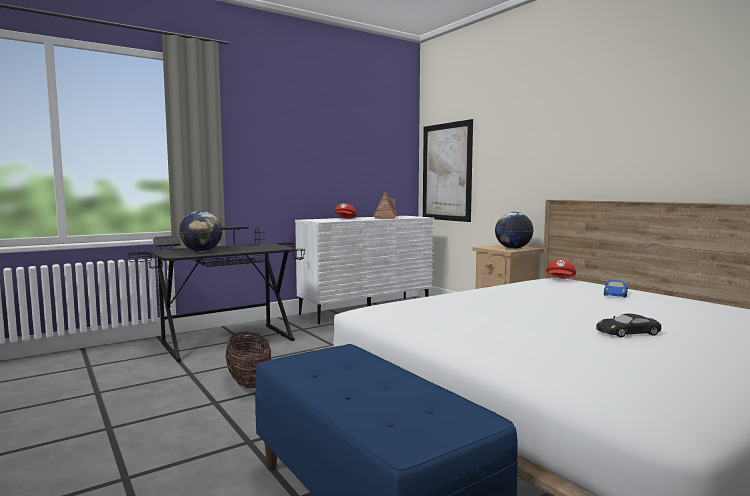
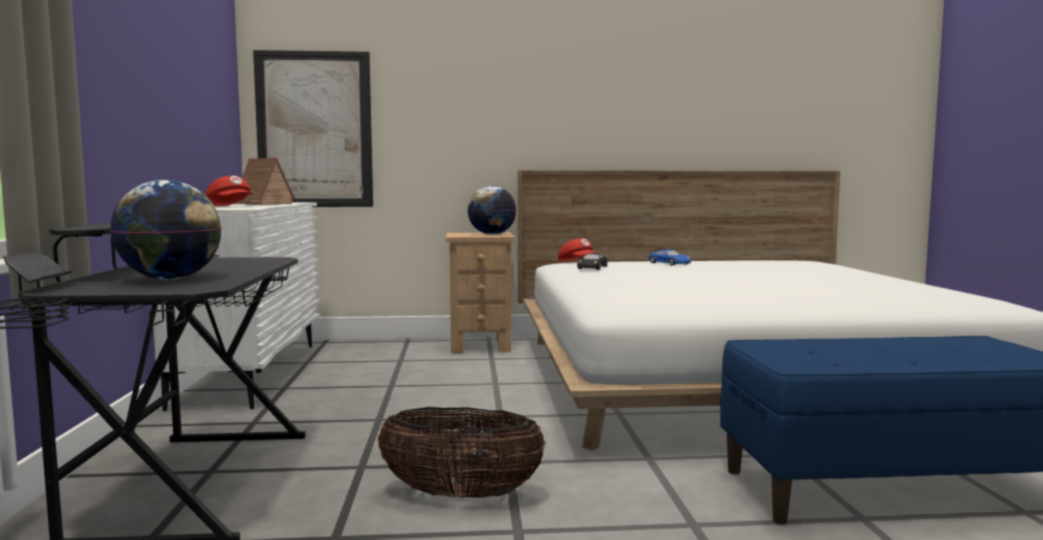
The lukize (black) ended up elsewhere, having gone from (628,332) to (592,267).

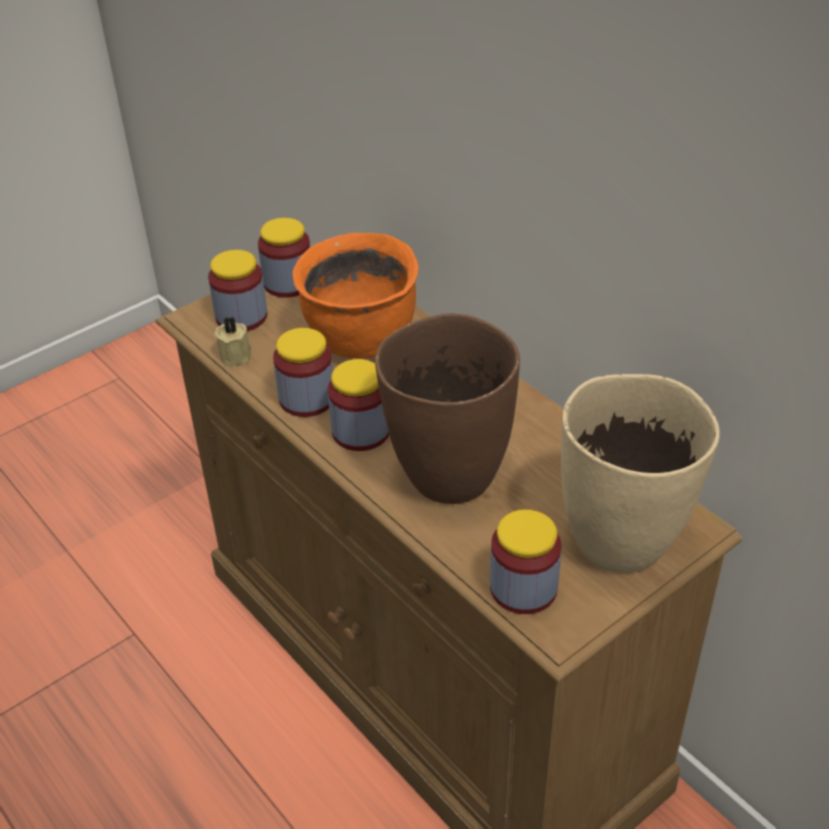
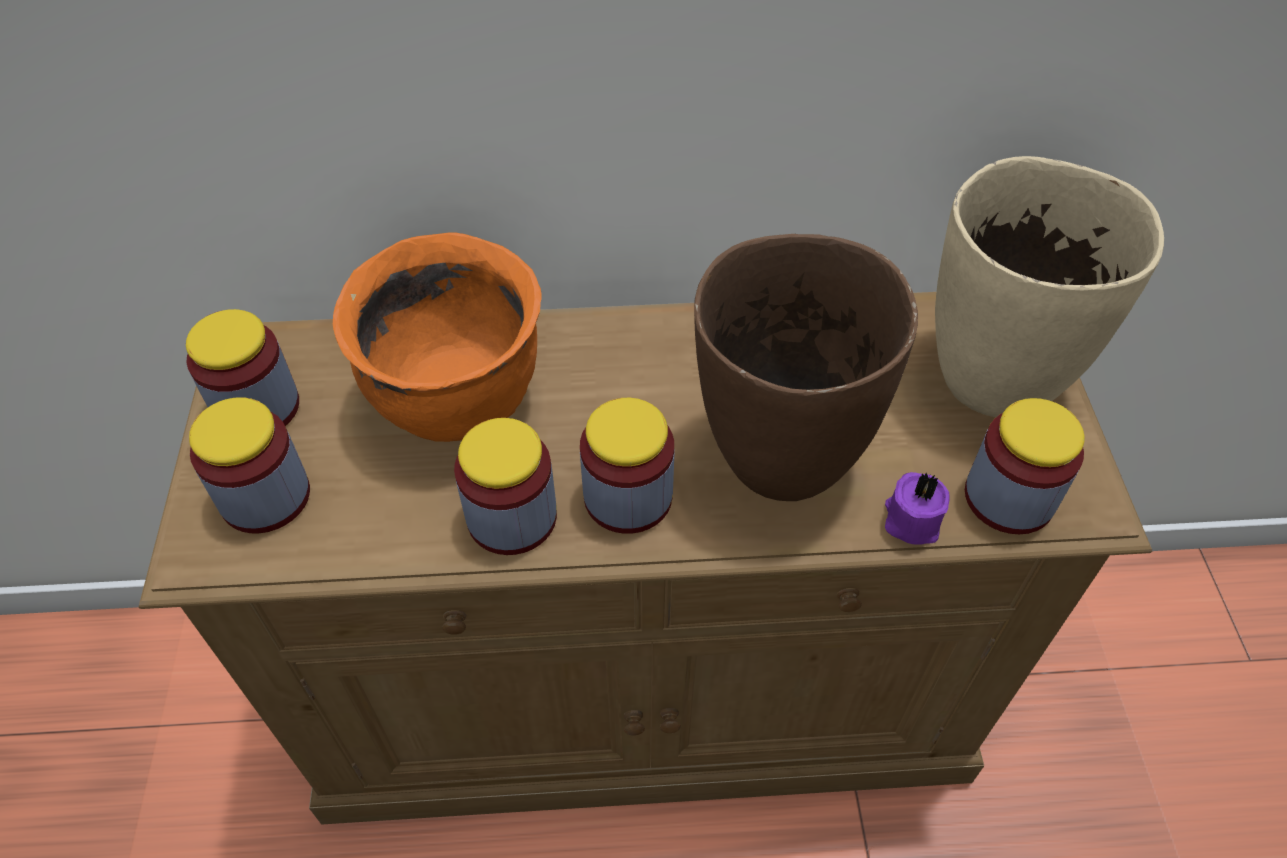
The second view gained the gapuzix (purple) at (911,520).
The second view lost the gapuzix (beige) at (237,355).

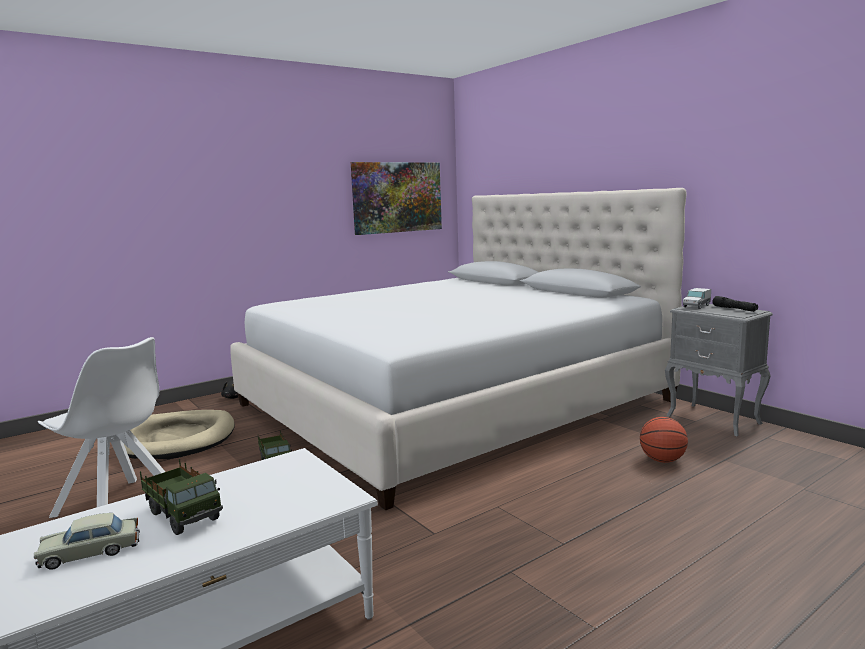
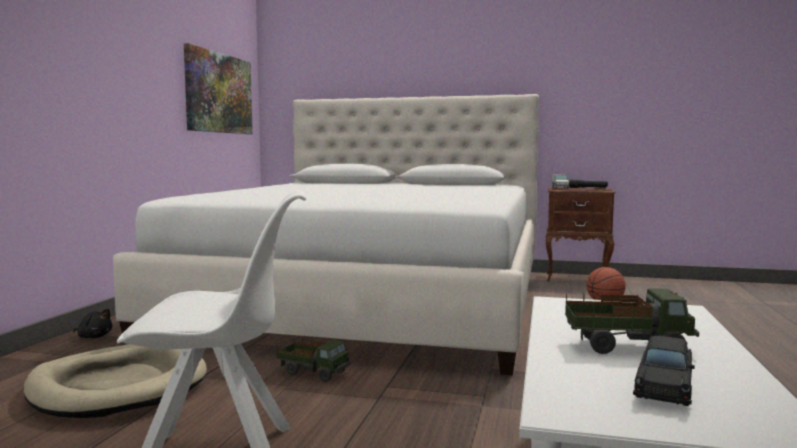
What was the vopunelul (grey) at (714,420) turned into the vopunelul (brown) at (577,279).
What was the lukize (beige) at (90,552) turned into the lukize (black) at (665,386).

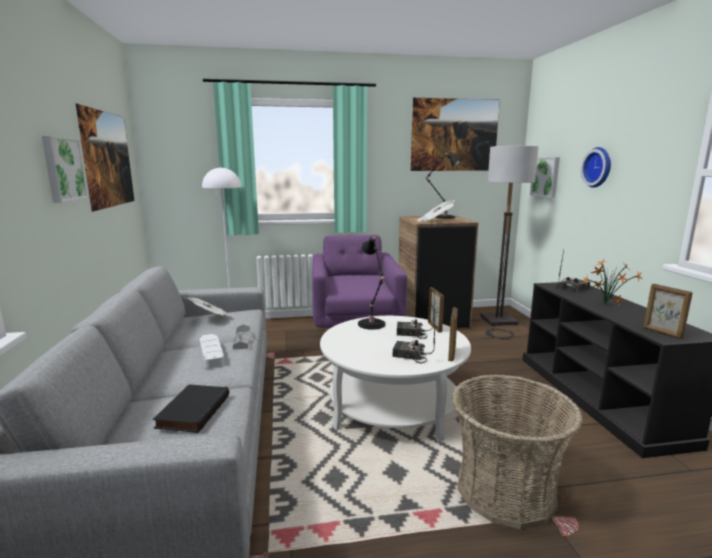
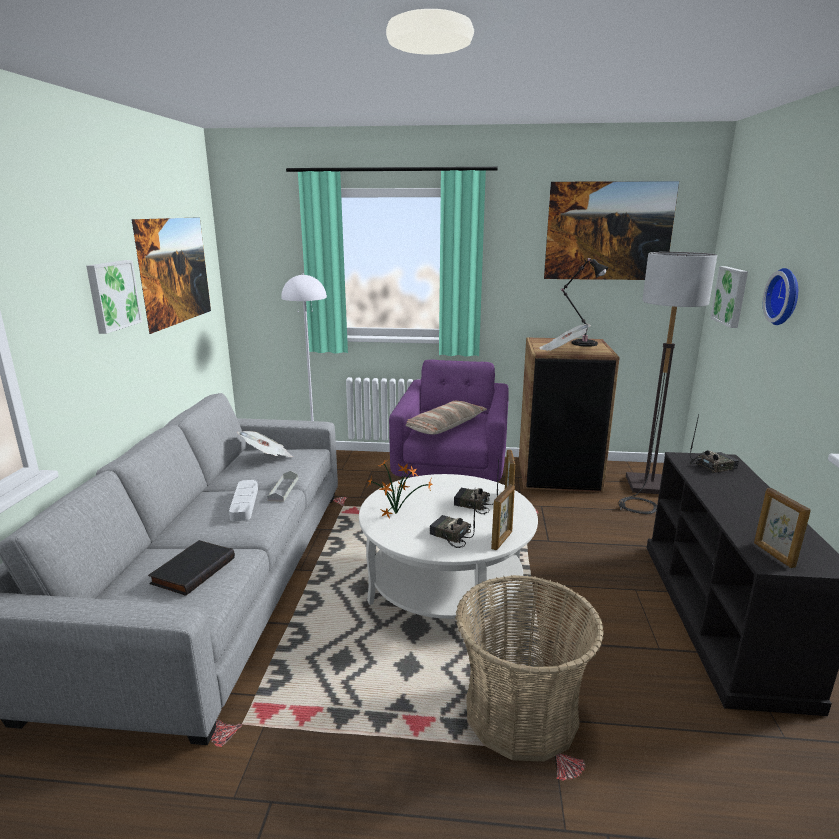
The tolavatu ended up elsewhere, having gone from (604,304) to (397,513).
The second view gained the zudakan at (444,426).
The second view lost the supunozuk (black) at (372,325).

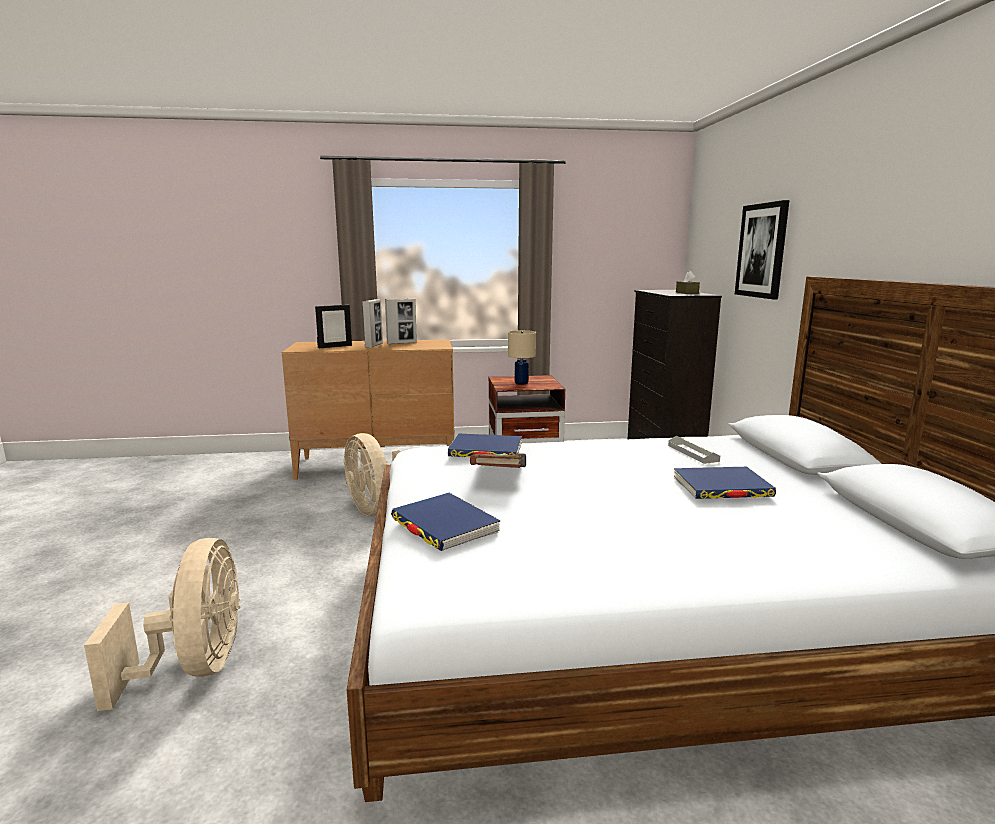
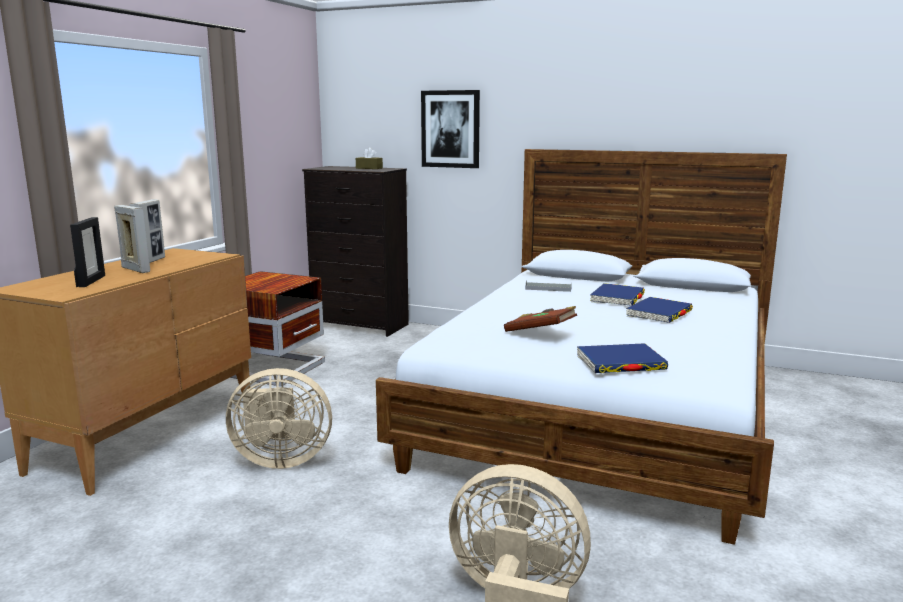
The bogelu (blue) ended up elsewhere, having gone from (485,451) to (659,313).
The second view lost the supunozuk (beige) at (522,383).

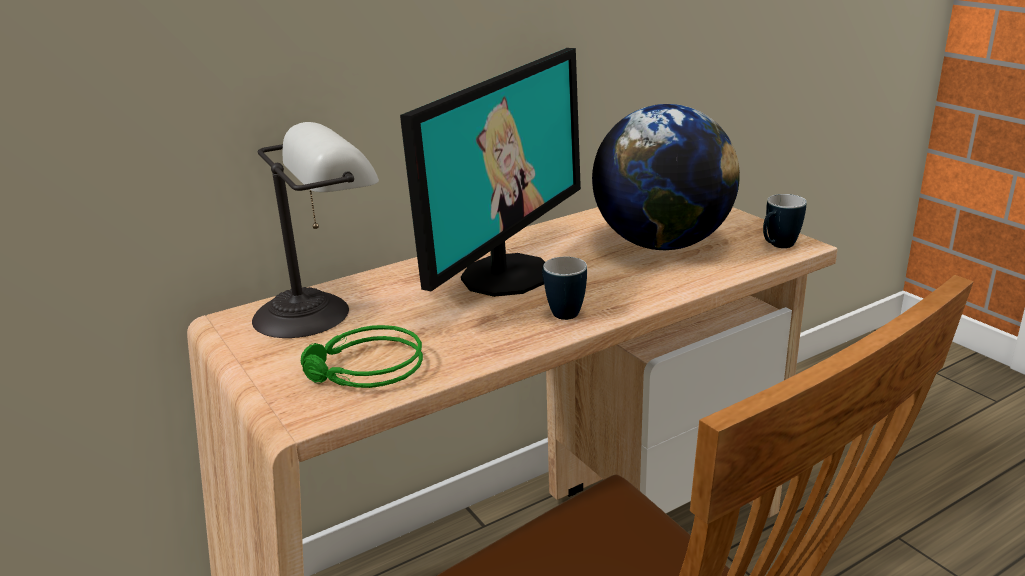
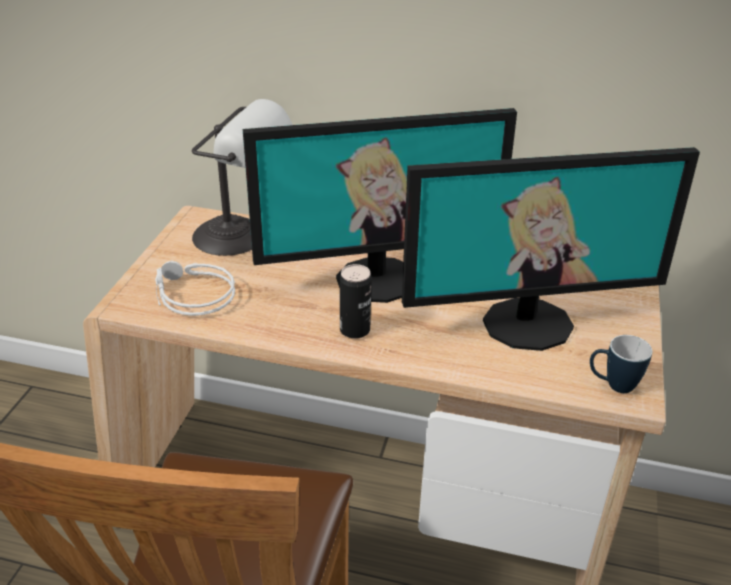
What was the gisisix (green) at (364,371) turned into the gisisix (grey) at (191,296).
Where the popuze stood at (560,311), the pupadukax came to stand at (355,330).
Where the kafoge stood at (662,244), the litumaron came to stand at (527,323).

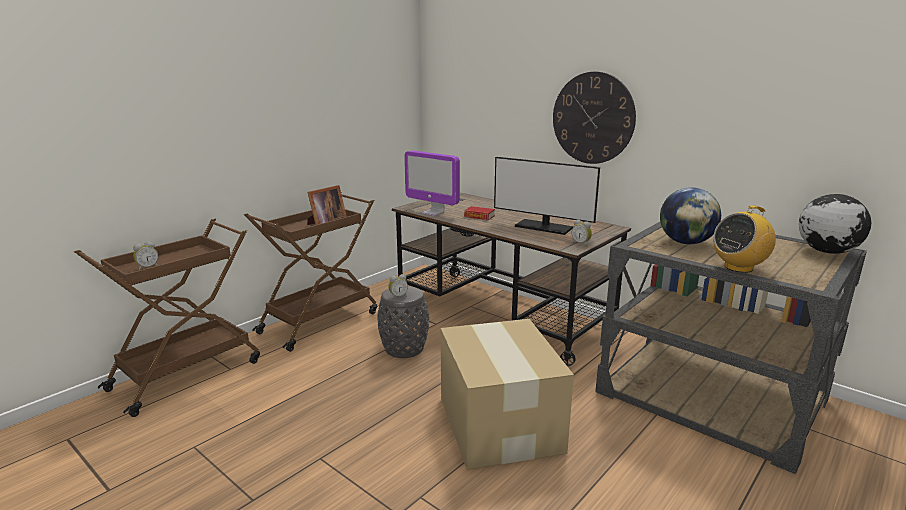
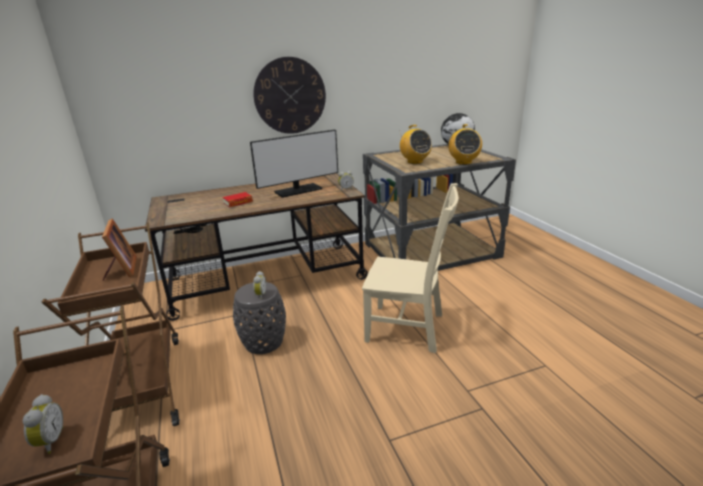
Where the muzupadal stood at (499,425), the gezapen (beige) came to stand at (408,328).
Where the kafoge stood at (686,242), the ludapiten came to stand at (414,162).
The second view lost the litumaron at (433,212).

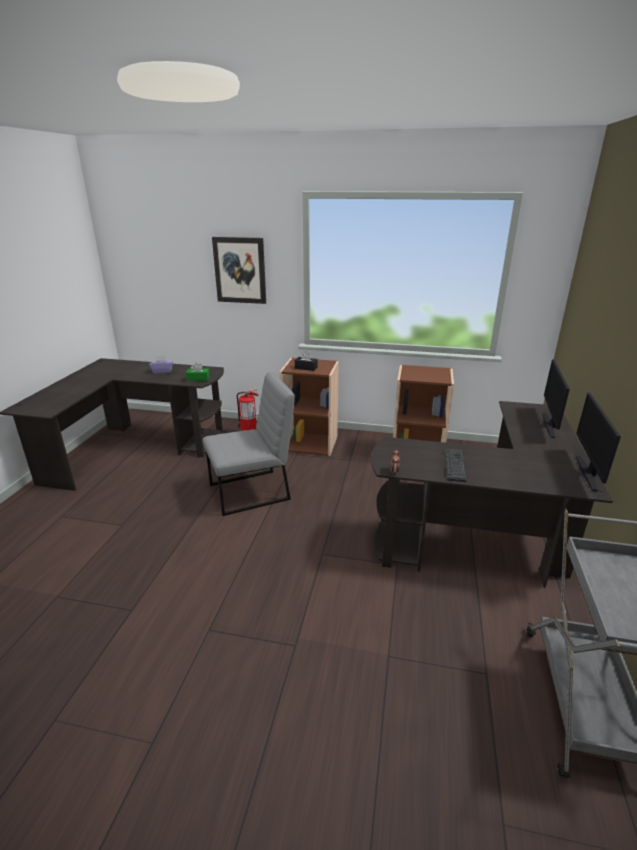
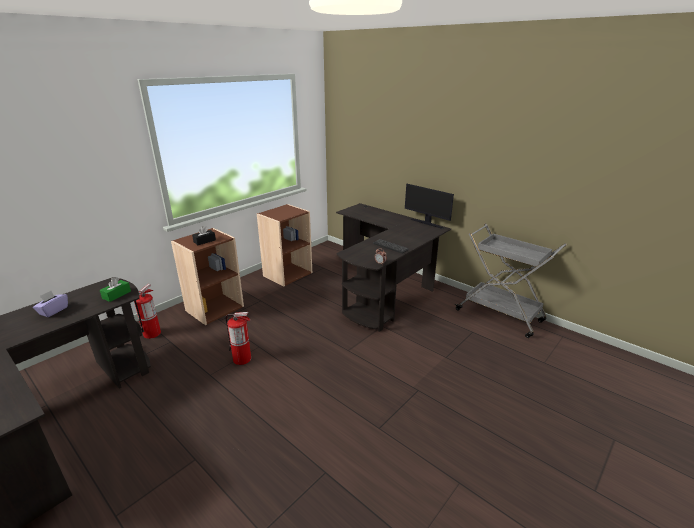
Where the gezapen (grey) stood at (252,491), the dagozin came to stand at (242,359).
The second view lost the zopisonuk at (240,270).
The second view lost the litumaron at (550,425).

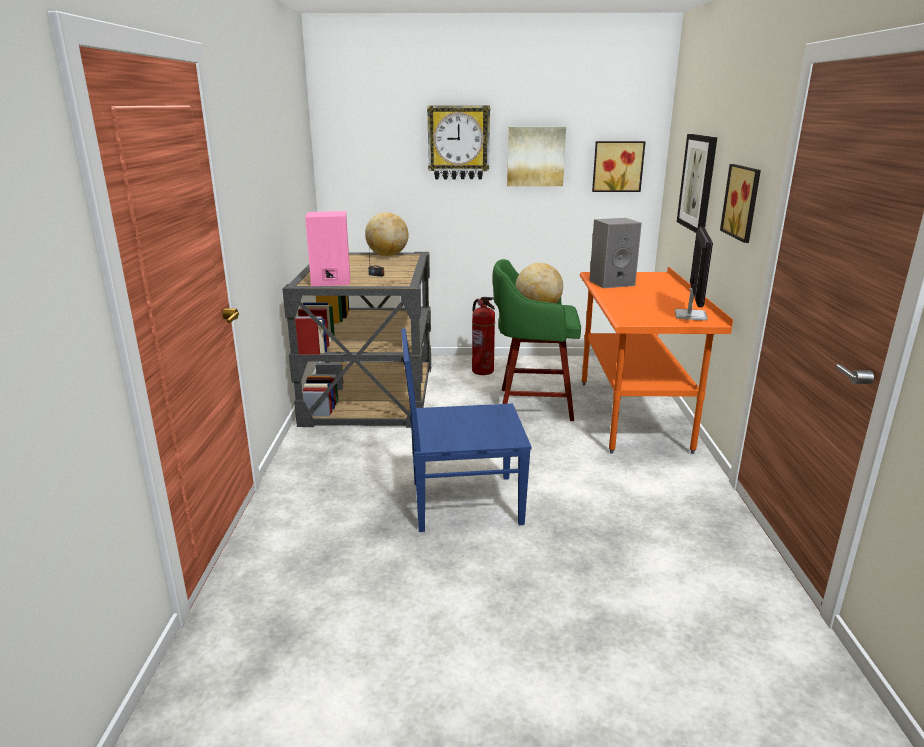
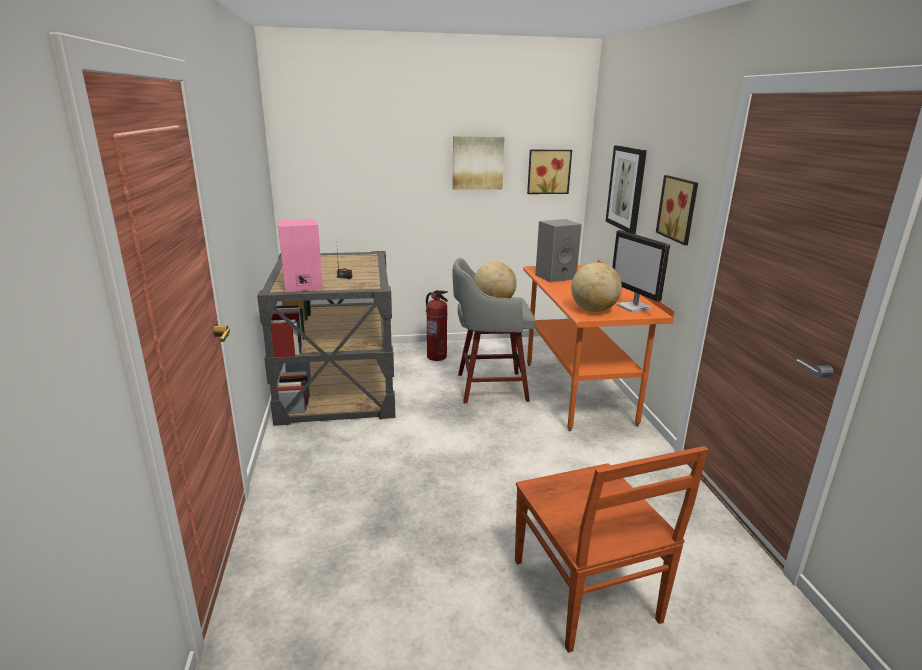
What was the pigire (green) at (532,404) turned into the pigire (grey) at (489,387).
The second view gained the gezapen (brown) at (586,593).
The kafoge ended up elsewhere, having gone from (387,255) to (593,310).
The litumaron at (690,315) ended up facing another way, 150 degrees clockwise from before.
The second view lost the gezapen (blue) at (462,502).
The second view lost the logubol at (458,142).

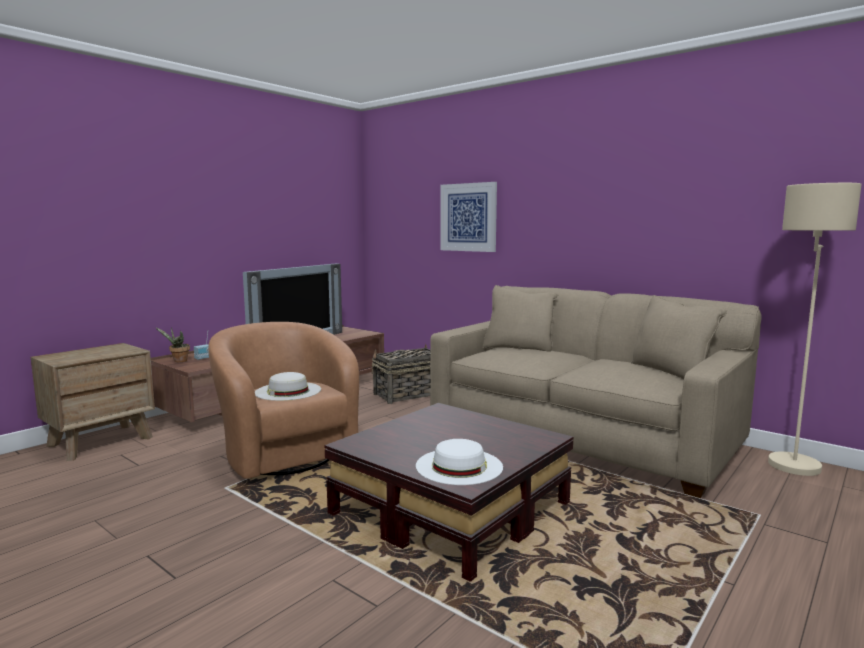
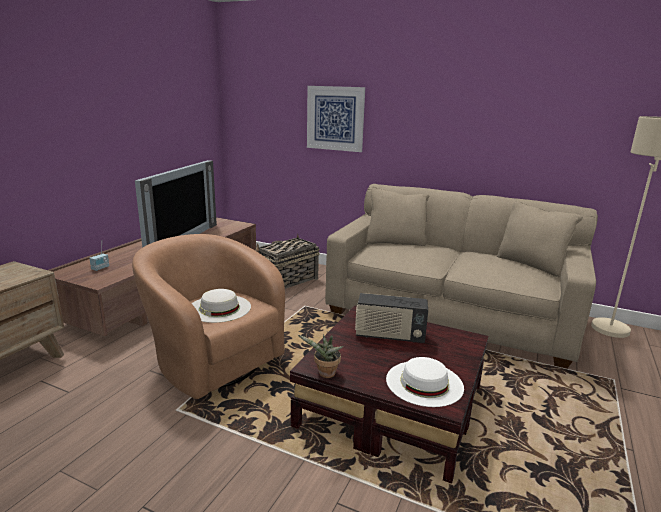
The tolavatu ended up elsewhere, having gone from (178,361) to (325,374).
The second view gained the ludapiten at (389,336).

